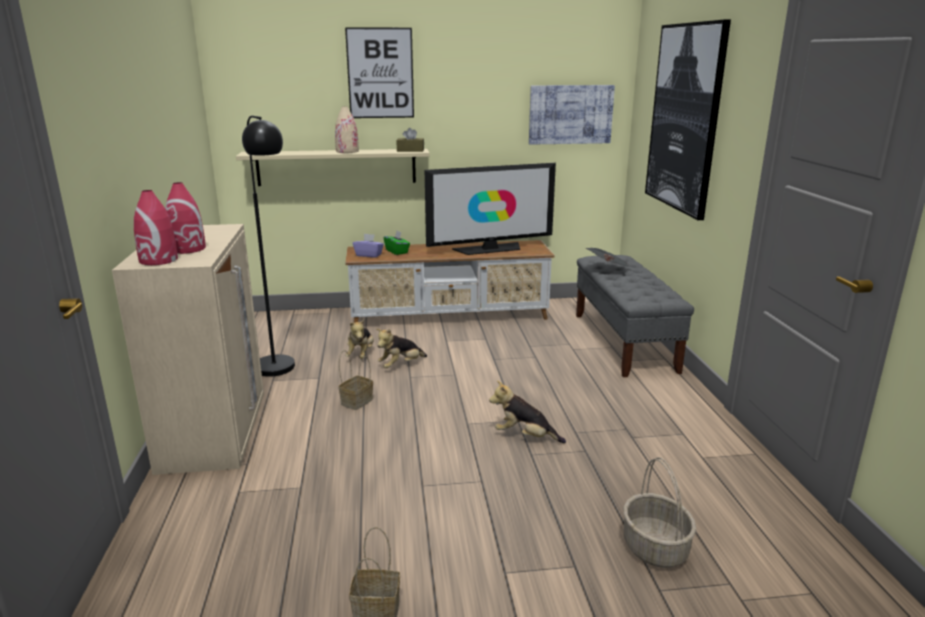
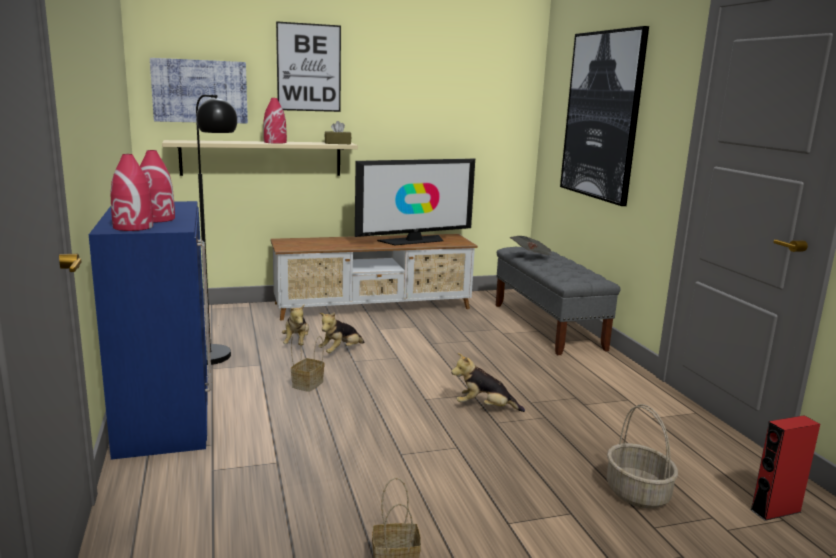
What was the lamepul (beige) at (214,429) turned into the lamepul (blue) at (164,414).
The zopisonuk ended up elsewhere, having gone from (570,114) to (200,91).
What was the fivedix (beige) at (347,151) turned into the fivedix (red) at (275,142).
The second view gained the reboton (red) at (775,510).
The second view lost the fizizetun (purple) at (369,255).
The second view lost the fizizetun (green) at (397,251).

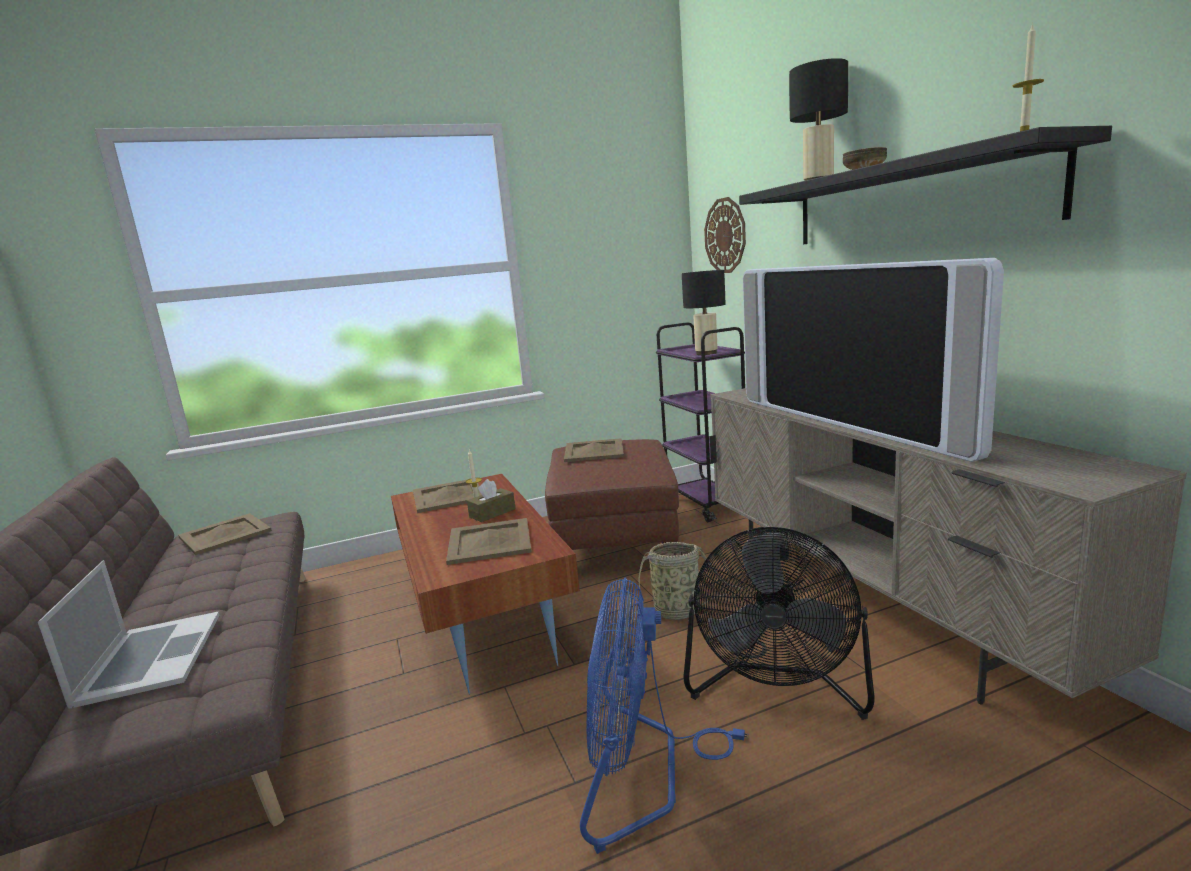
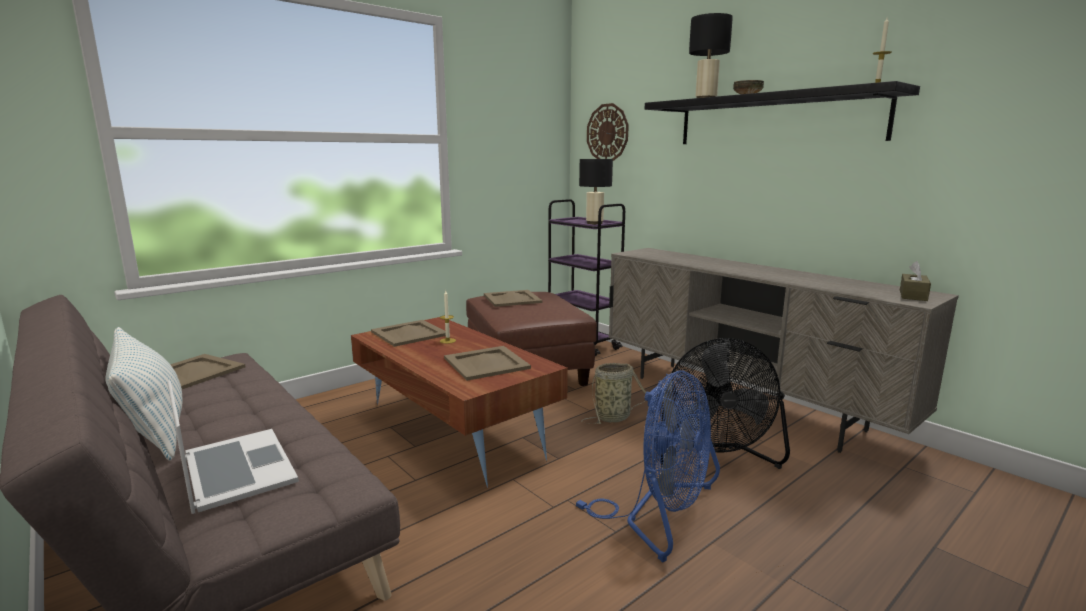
The second view gained the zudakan at (152,428).
The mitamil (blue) at (645,765) ended up facing another way, 135 degrees counterclockwise from before.
The fizizetun (brown) ended up elsewhere, having gone from (492,513) to (913,295).
The second view lost the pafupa at (849,423).

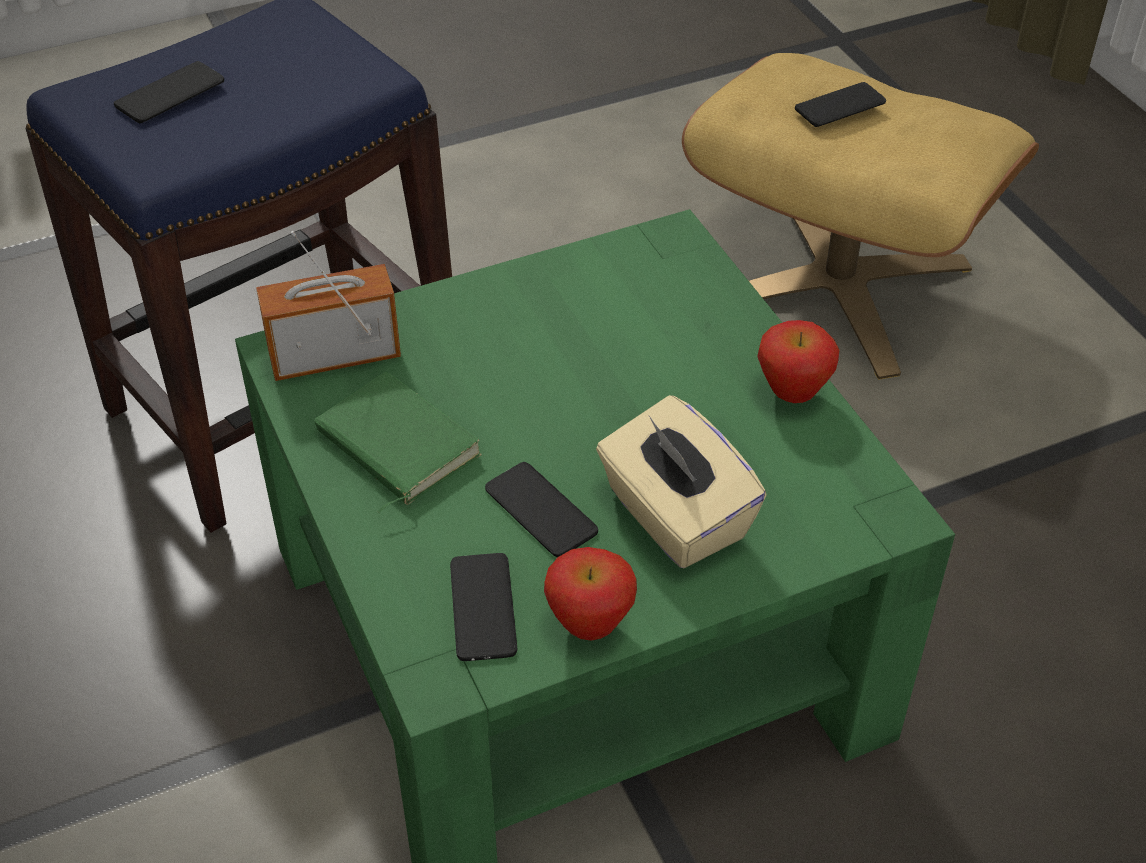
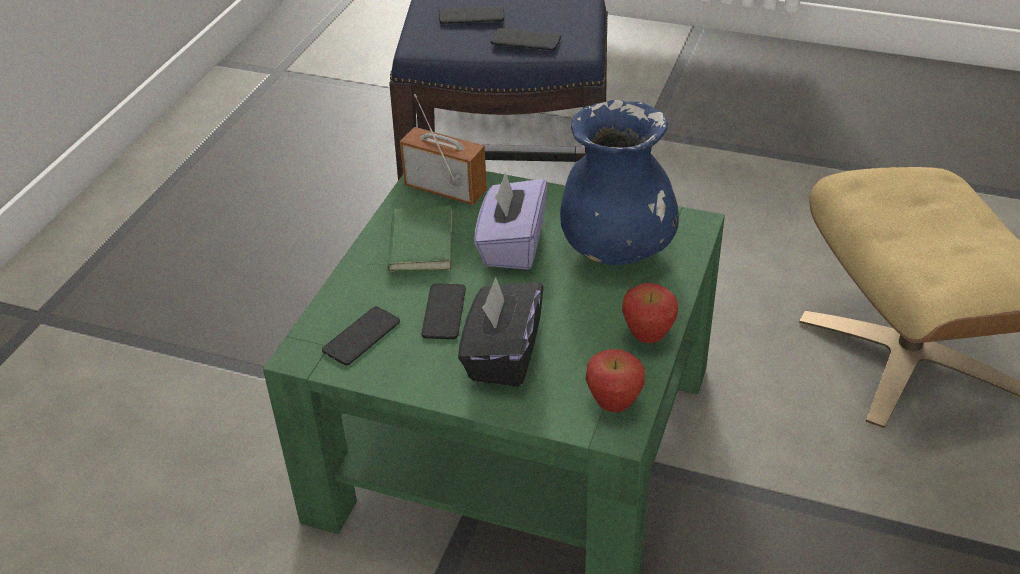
What was the fizizetun (beige) at (674,516) turned into the fizizetun (black) at (502,355).
The second view gained the fizizetun (purple) at (512,245).
The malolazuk ended up elsewhere, having gone from (840,106) to (526,40).
The second view gained the fivedix (blue) at (616,248).
The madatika ended up elsewhere, having gone from (590,626) to (614,405).

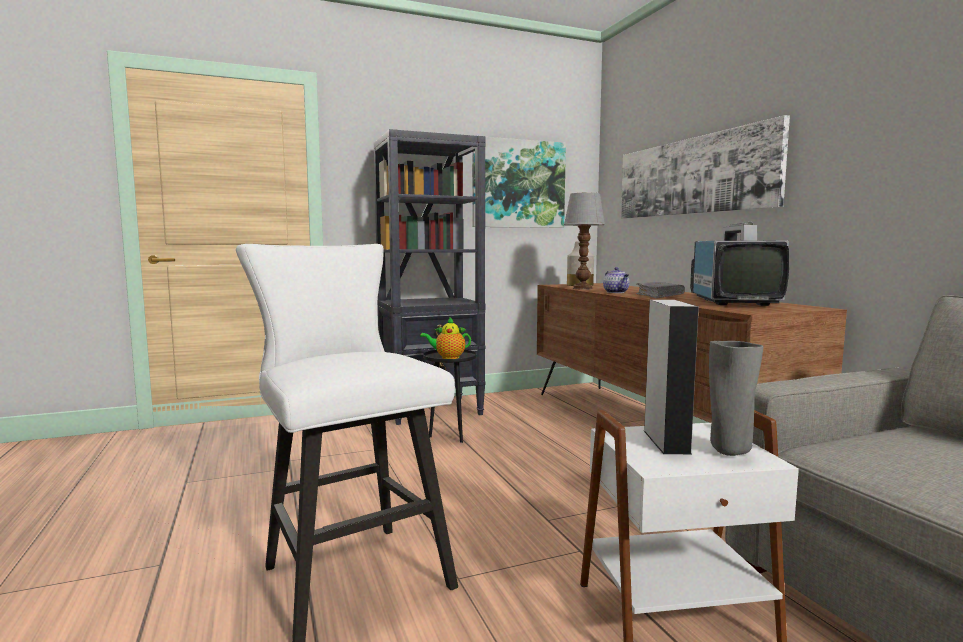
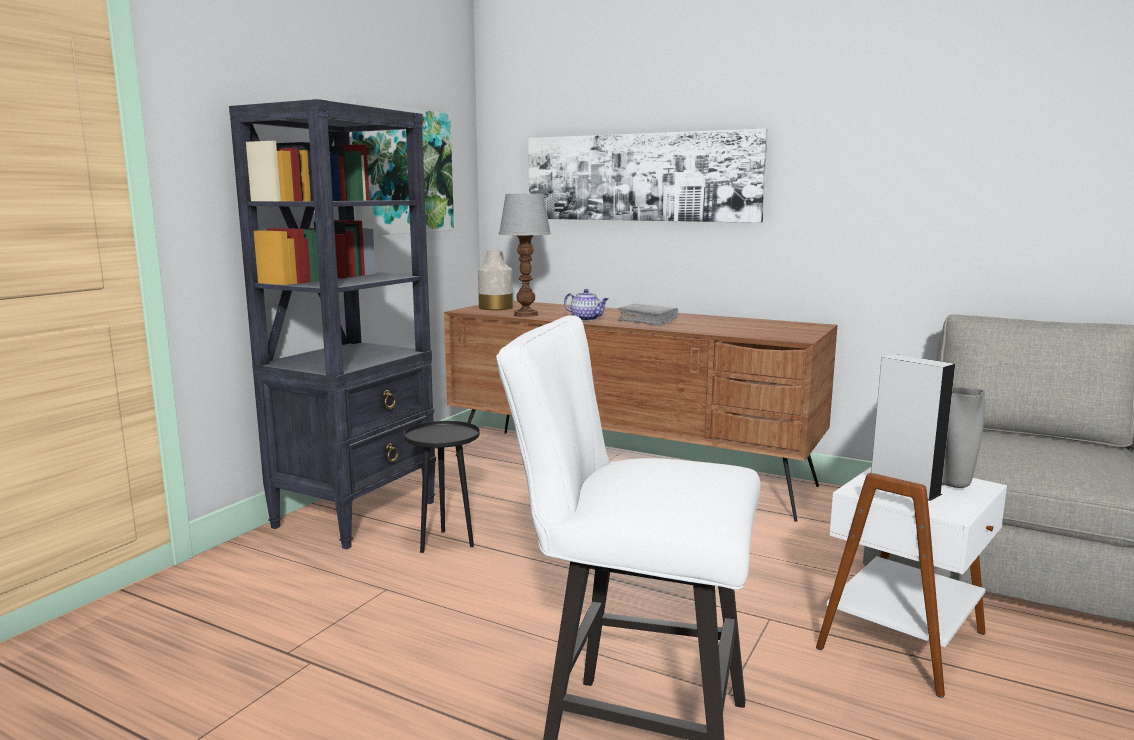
The second view lost the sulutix at (448,357).
The second view lost the pafupa at (732,301).

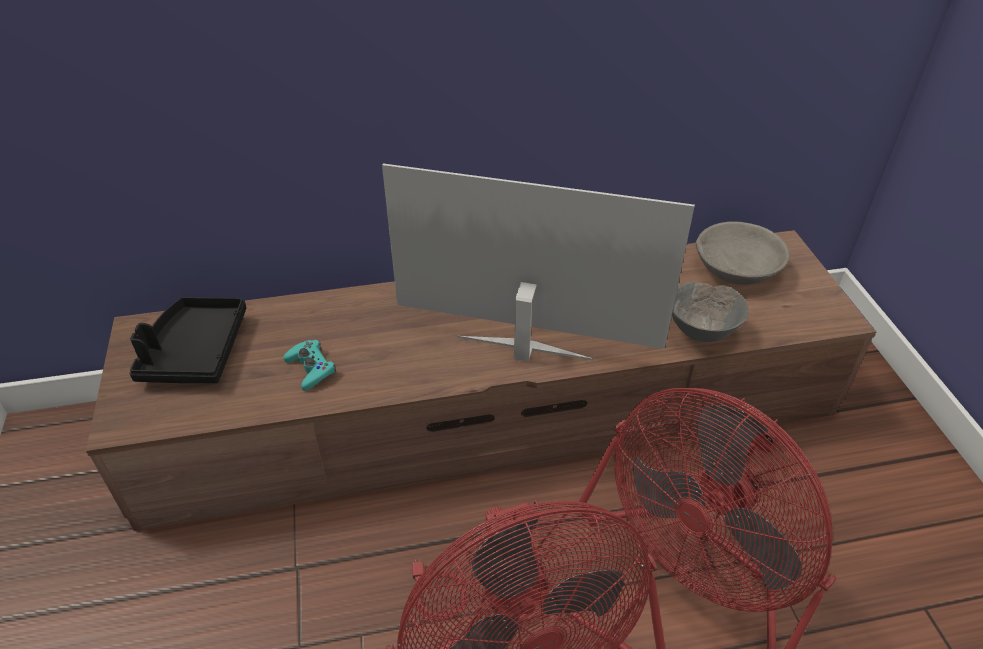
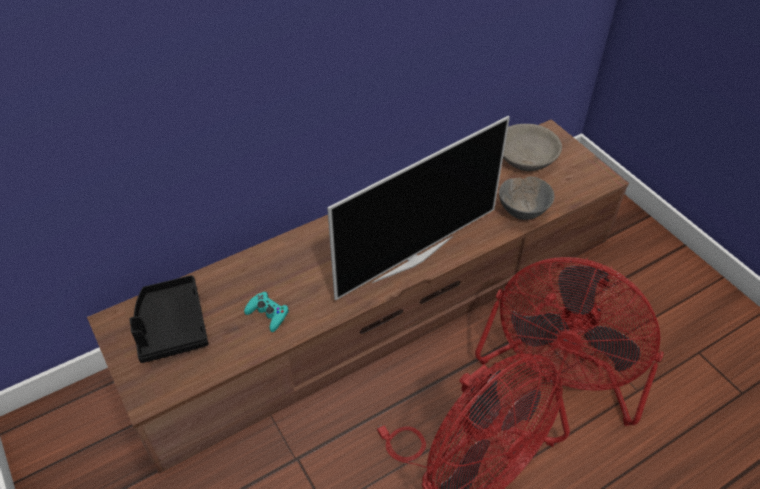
The pafupa at (524,350) ended up facing another way, 150 degrees clockwise from before.

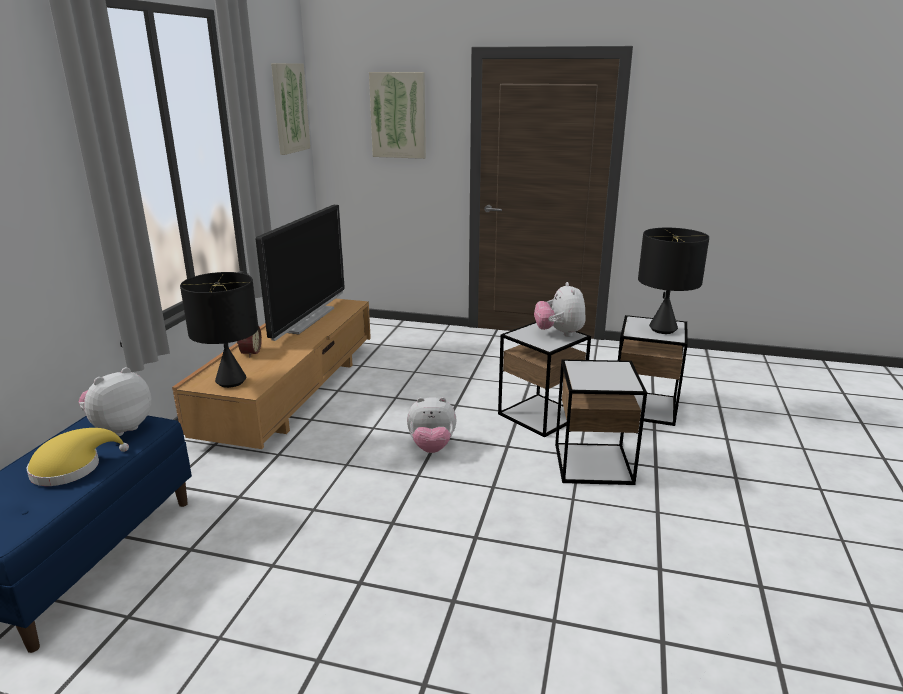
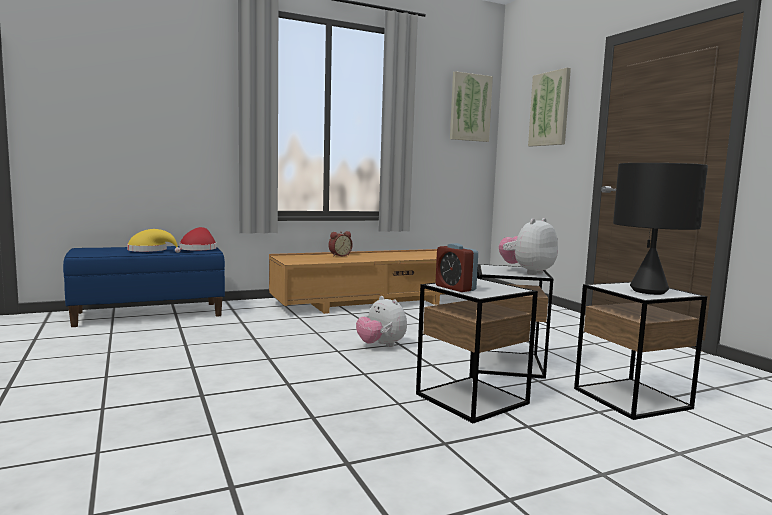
Where the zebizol stood at (120,428), the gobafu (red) came to stand at (199,249).
The second view gained the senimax at (455,288).
The second view lost the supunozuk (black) at (231,382).
The second view lost the pafupa at (306,319).

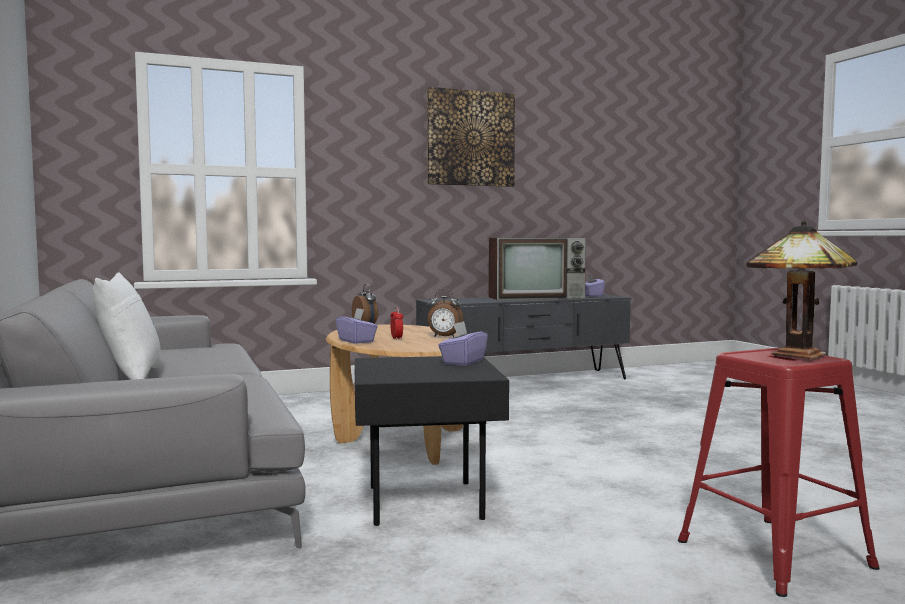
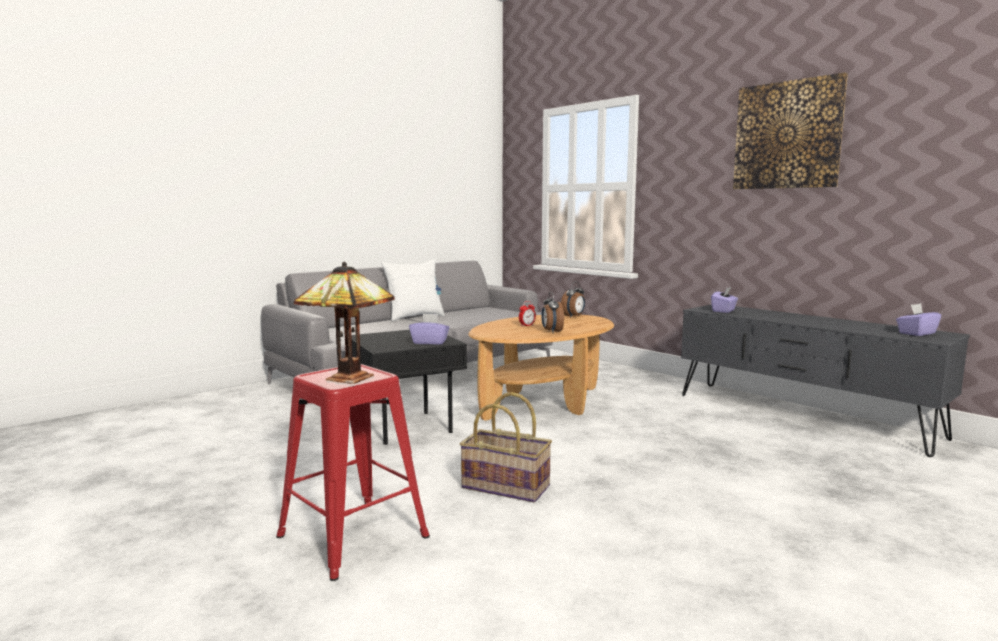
The second view gained the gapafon at (506,486).
The fizizetun (purple) ended up elsewhere, having gone from (356,341) to (724,311).
The second view lost the pafupa at (537,297).

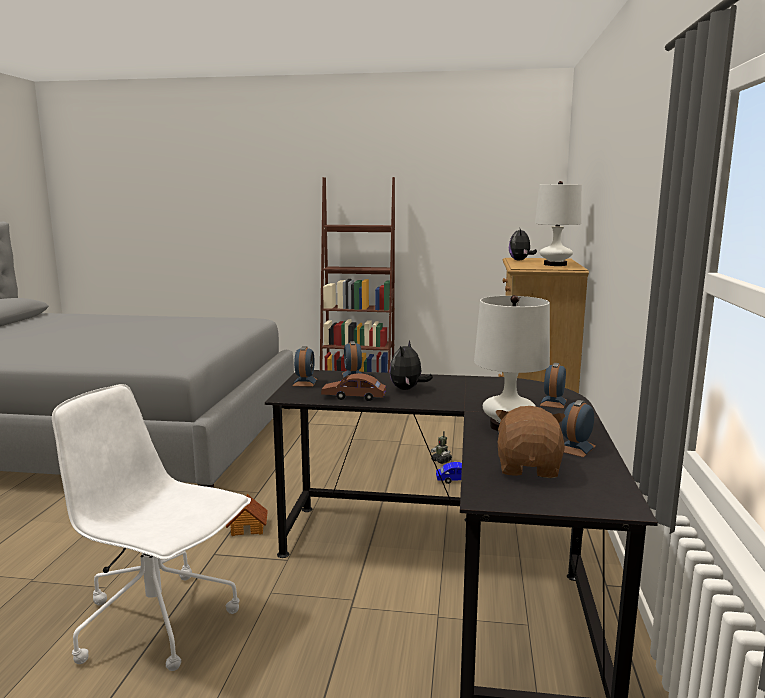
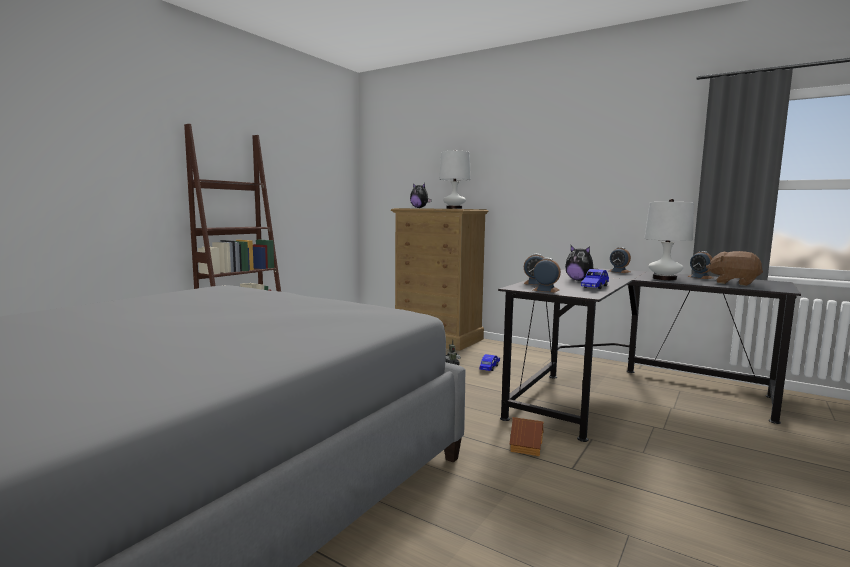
What was the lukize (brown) at (353,397) turned into the lukize (blue) at (595,287).
The second view lost the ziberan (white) at (162,624).

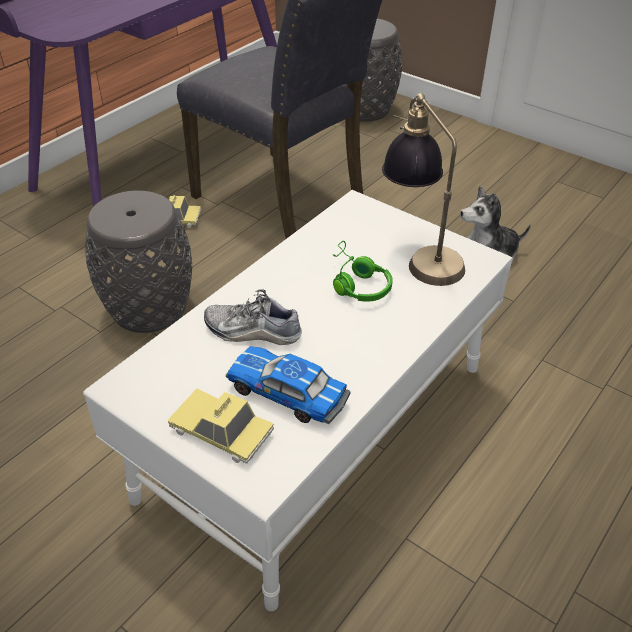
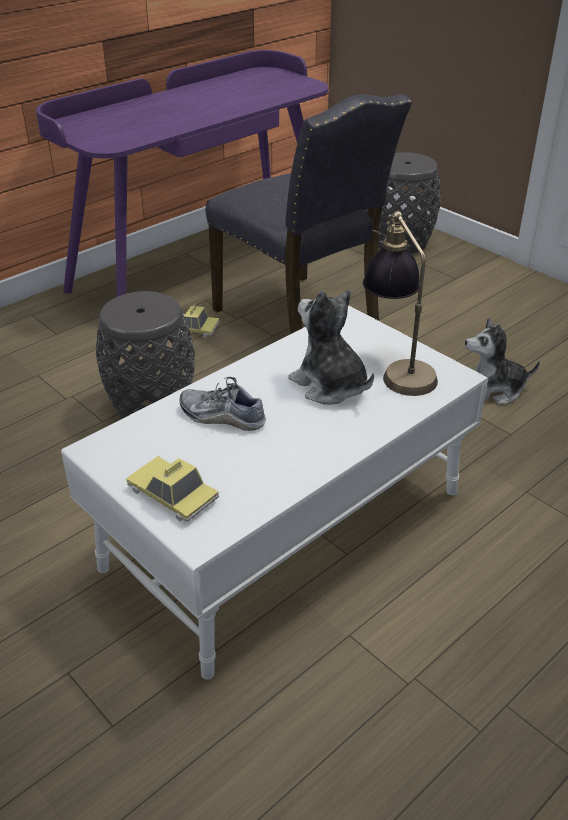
Where the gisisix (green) stood at (357,283), the zebizol came to stand at (330,386).
The second view lost the lukize at (288,394).

